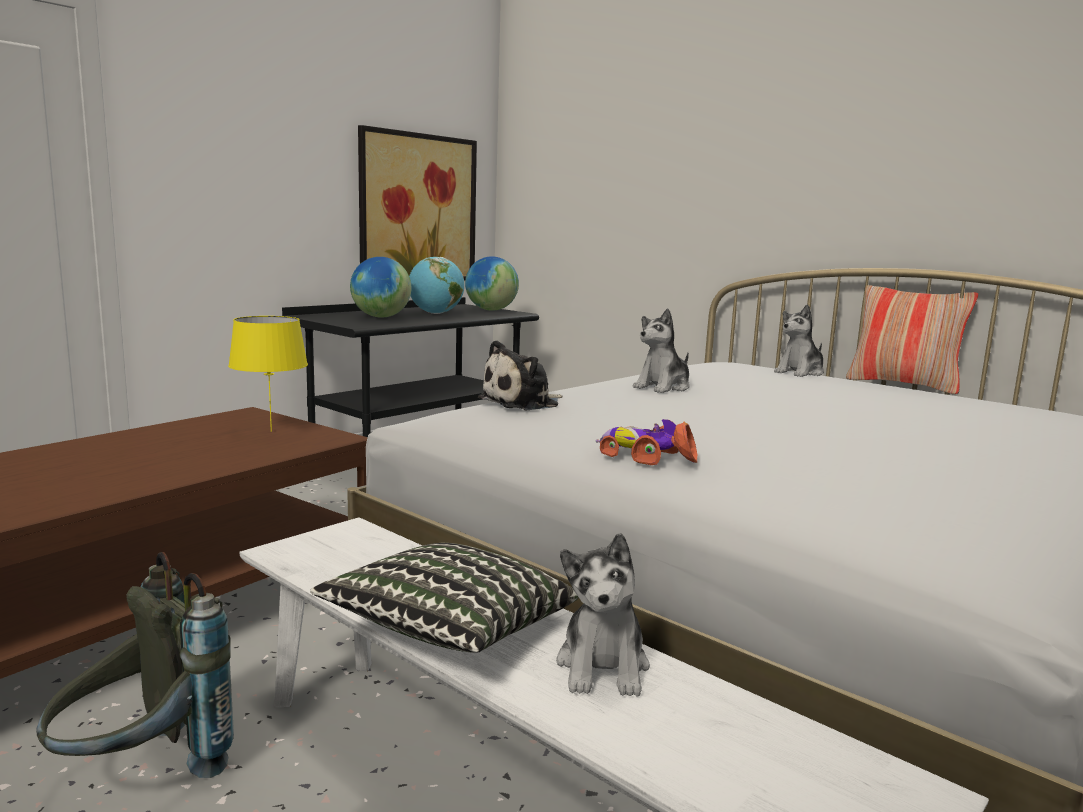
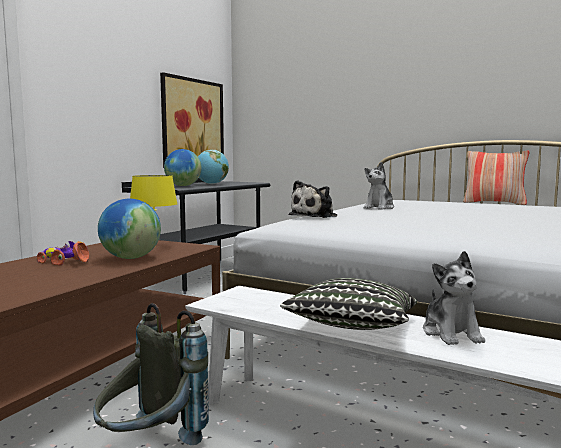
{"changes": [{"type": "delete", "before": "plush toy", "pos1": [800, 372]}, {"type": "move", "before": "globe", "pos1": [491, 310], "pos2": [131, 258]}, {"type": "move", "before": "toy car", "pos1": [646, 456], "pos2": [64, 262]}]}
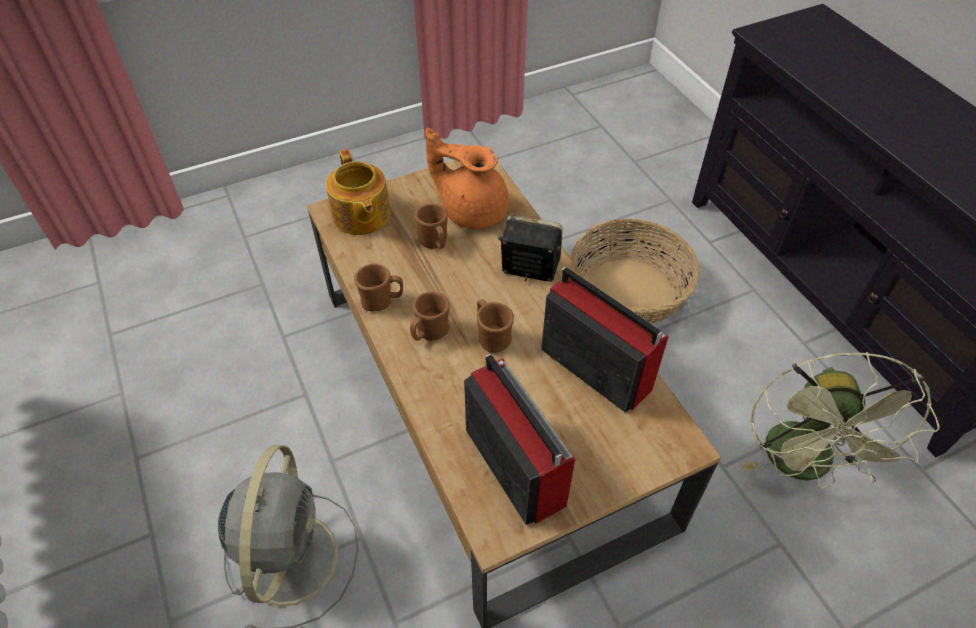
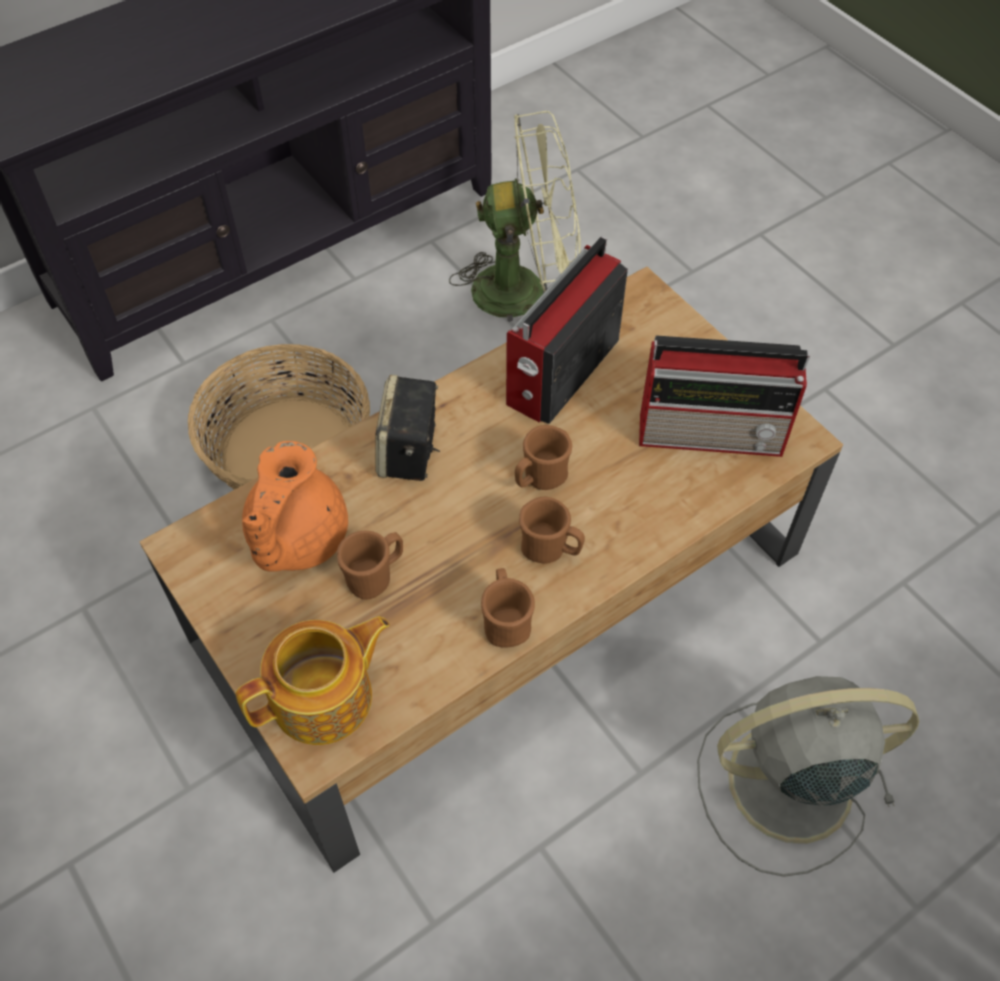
{"changes": [{"type": "rotate", "before": "radio", "pos1": [513, 463], "pos2": [714, 433], "turn": -135}]}
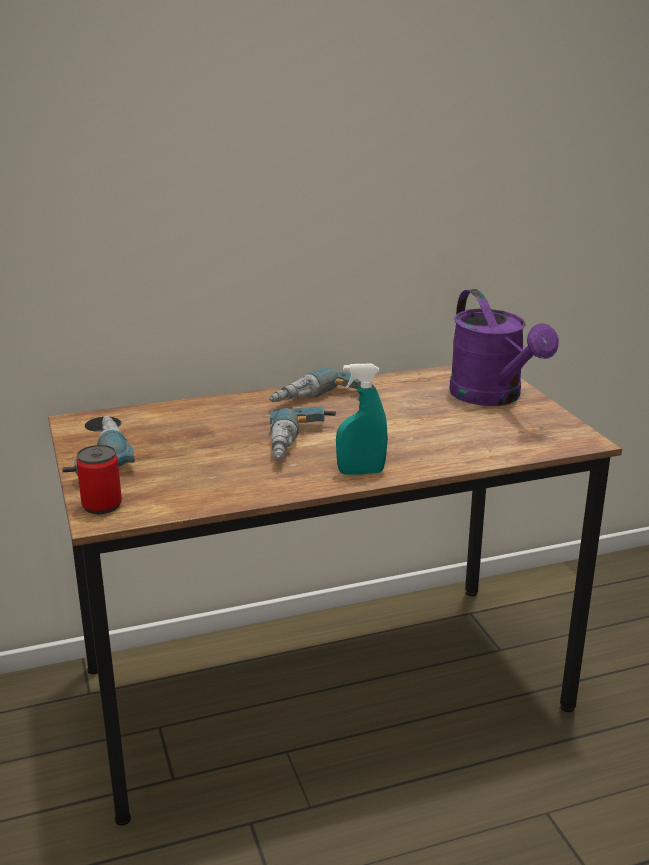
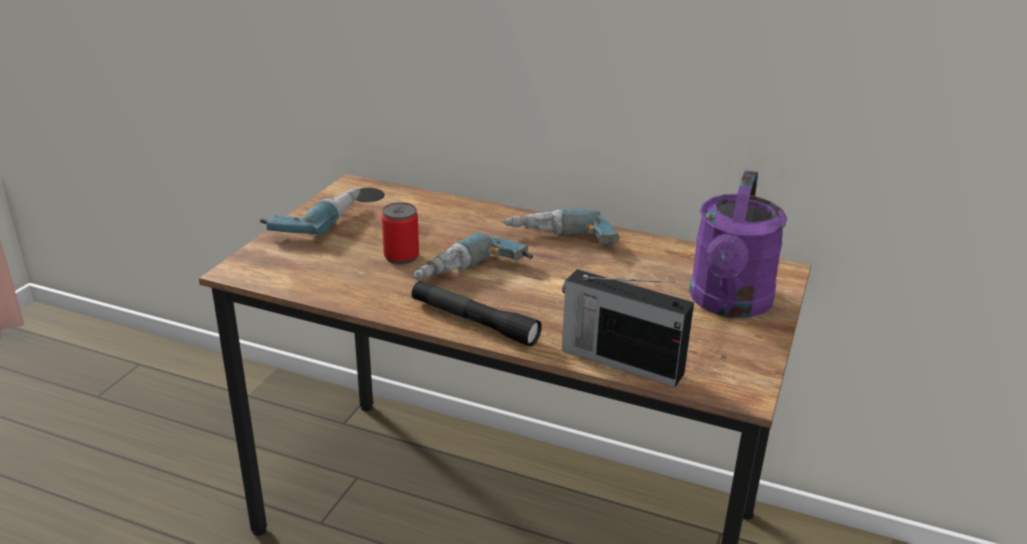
{"changes": [{"type": "insert", "after": "radio", "pos2": [619, 360]}, {"type": "move", "before": "can", "pos1": [102, 505], "pos2": [401, 256]}, {"type": "replace", "before": "turquoise spray bottle", "after": "black flashlight", "pos1": [361, 472], "pos2": [473, 322]}]}
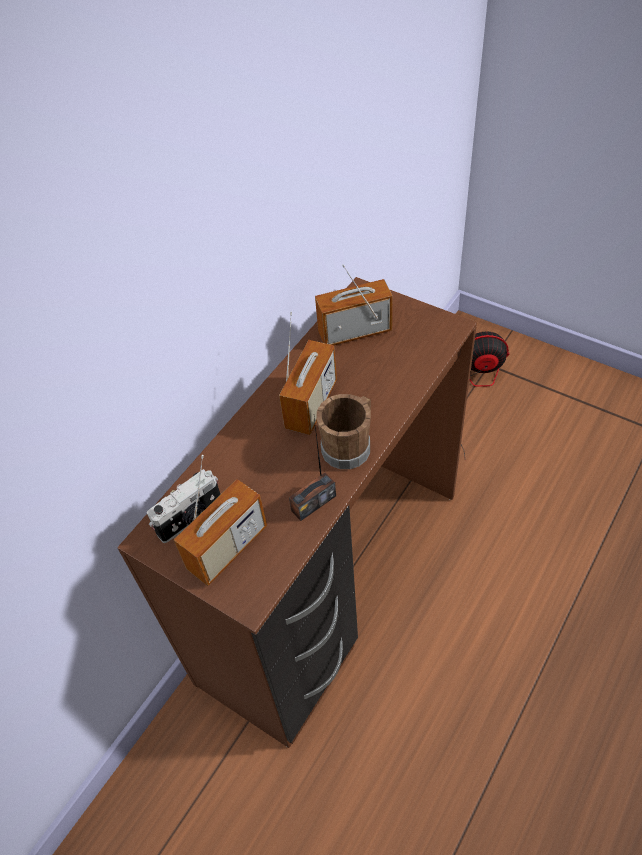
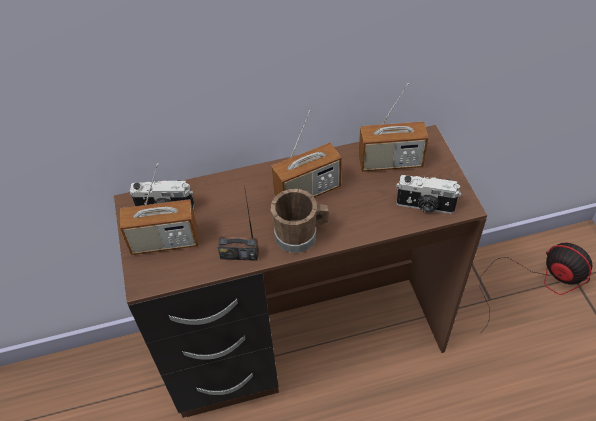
{"changes": [{"type": "insert", "after": "photo camera", "pos2": [425, 206]}, {"type": "rotate", "before": "radio", "pos1": [354, 332], "pos2": [390, 162], "turn": 150}]}
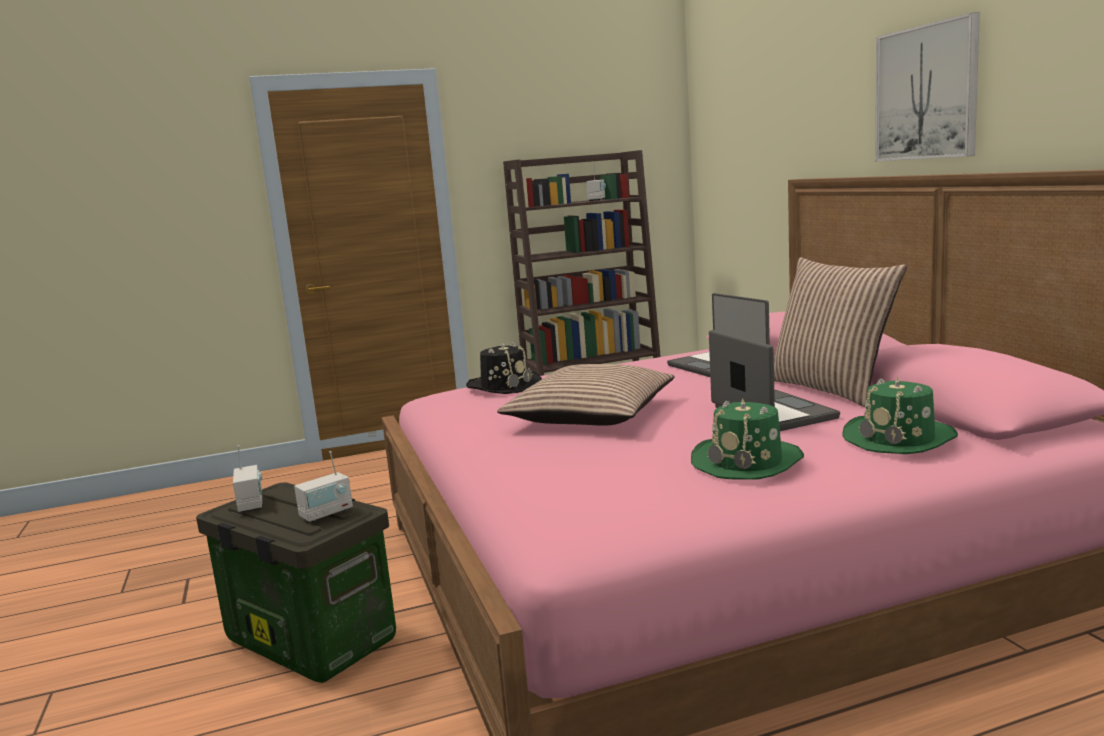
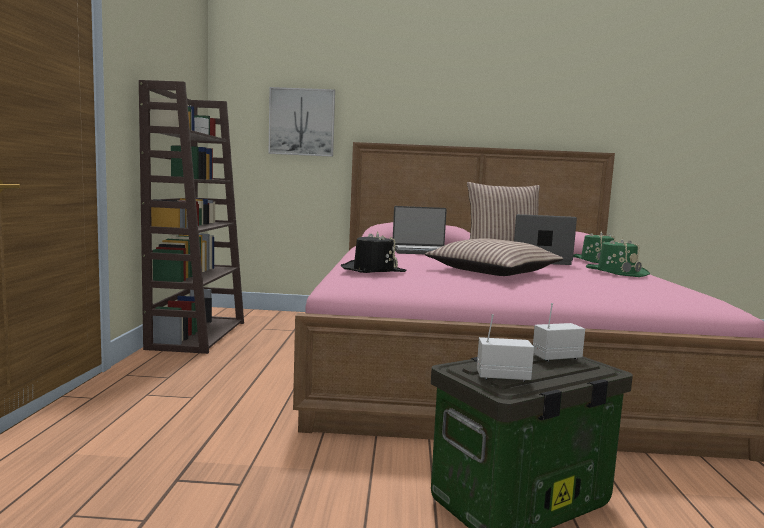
{"changes": [{"type": "move", "before": "picture", "pos1": [926, 93], "pos2": [302, 122]}, {"type": "rotate", "before": "radio", "pos1": [326, 513], "pos2": [556, 357], "turn": -90}]}
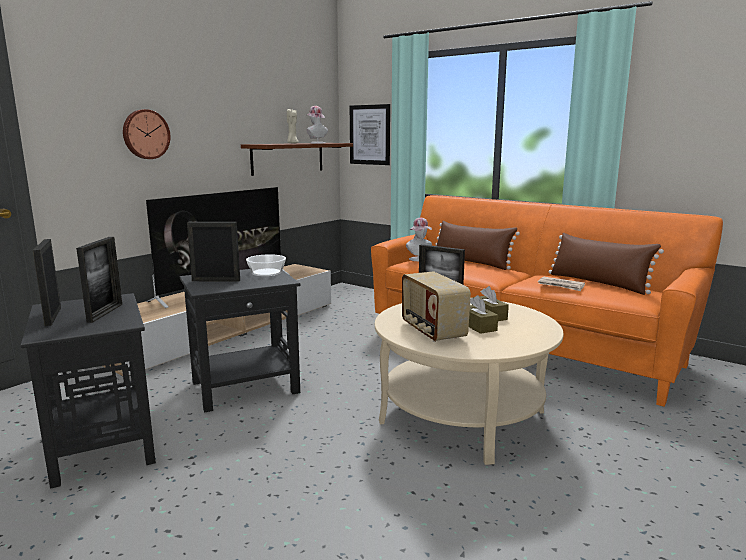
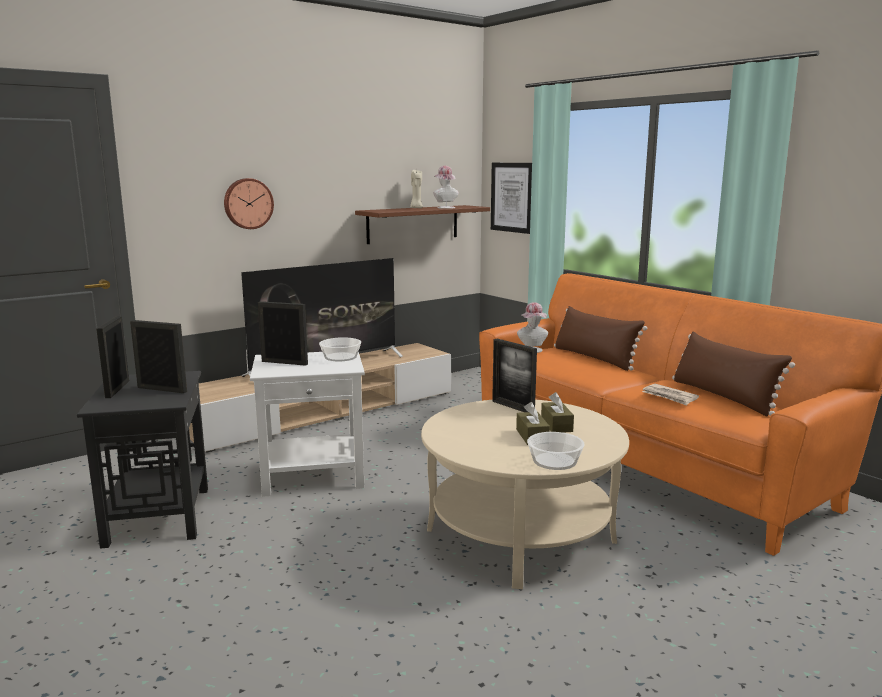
{"changes": [{"type": "delete", "before": "radio", "pos1": [432, 331]}, {"type": "insert", "after": "bowl", "pos2": [554, 461]}, {"type": "recolor", "before": "black side table", "after": "white side table", "pos1": [246, 387], "pos2": [314, 476]}, {"type": "rotate", "before": "picture frame", "pos1": [105, 313], "pos2": [162, 389], "turn": -90}]}
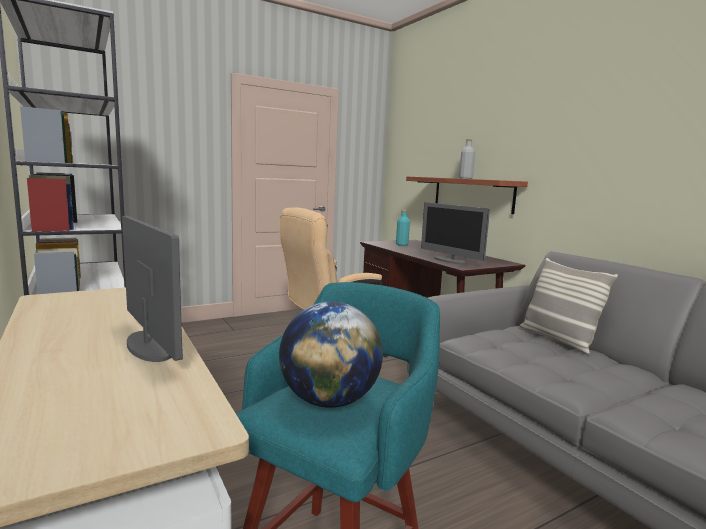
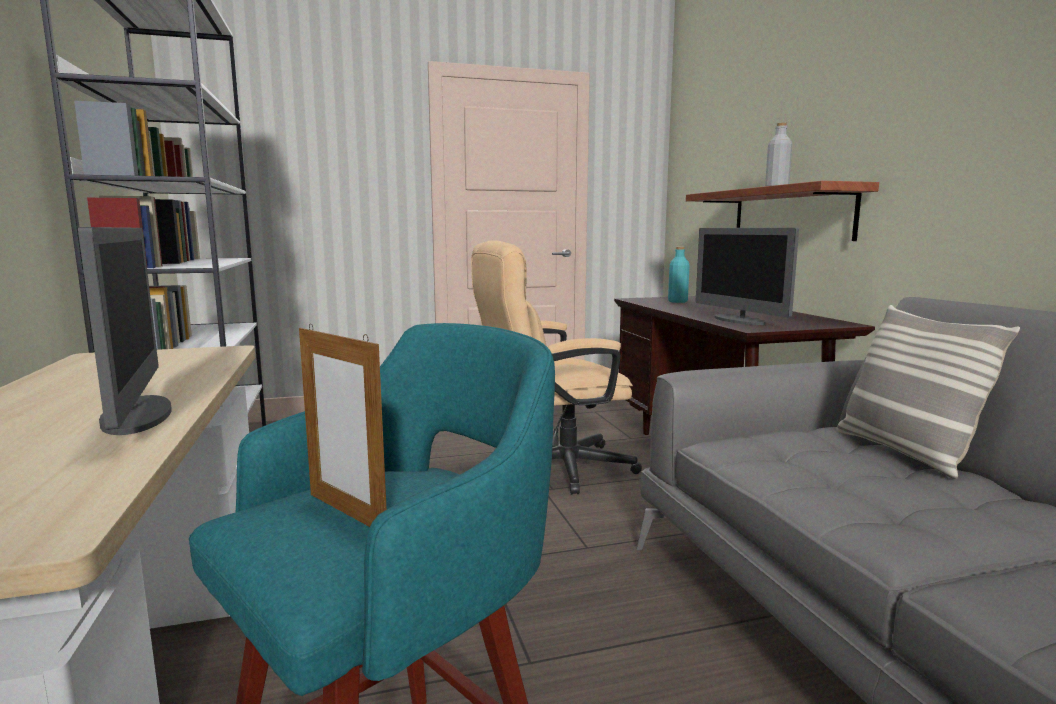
{"changes": [{"type": "replace", "before": "globe", "after": "picture frame", "pos1": [329, 401], "pos2": [346, 513]}]}
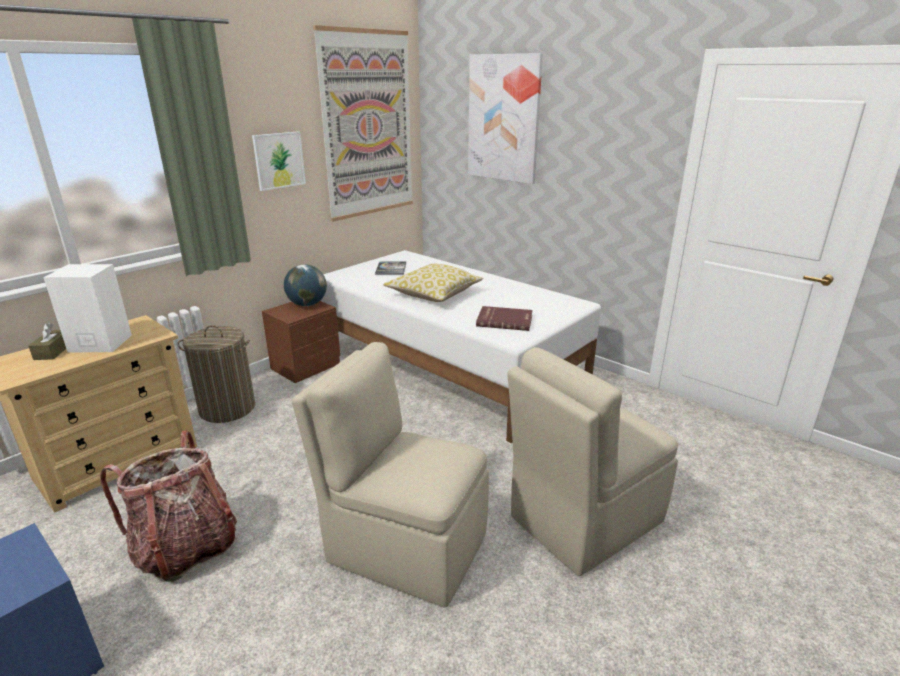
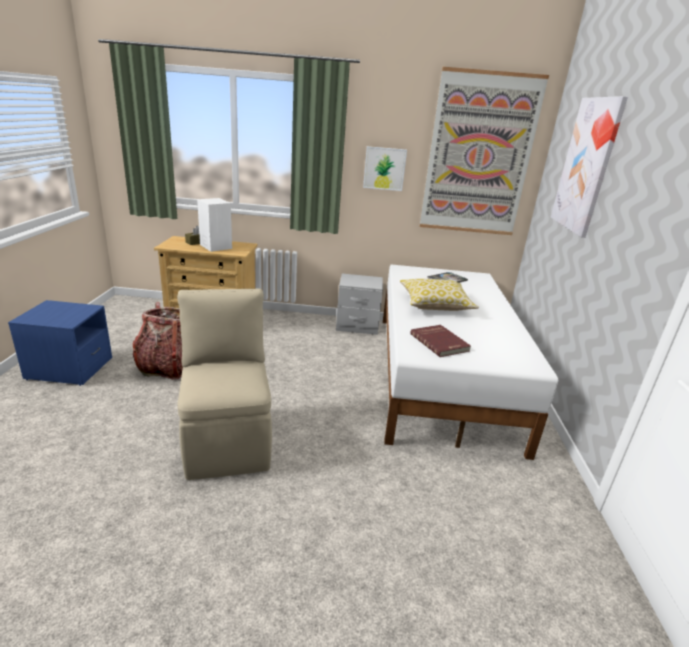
{"changes": [{"type": "delete", "before": "laundry basket", "pos1": [227, 408]}, {"type": "delete", "before": "globe", "pos1": [307, 304]}, {"type": "delete", "before": "beige chair", "pos1": [583, 520]}, {"type": "recolor", "before": "brown nightstand", "after": "grey nightstand", "pos1": [306, 366], "pos2": [357, 325]}]}
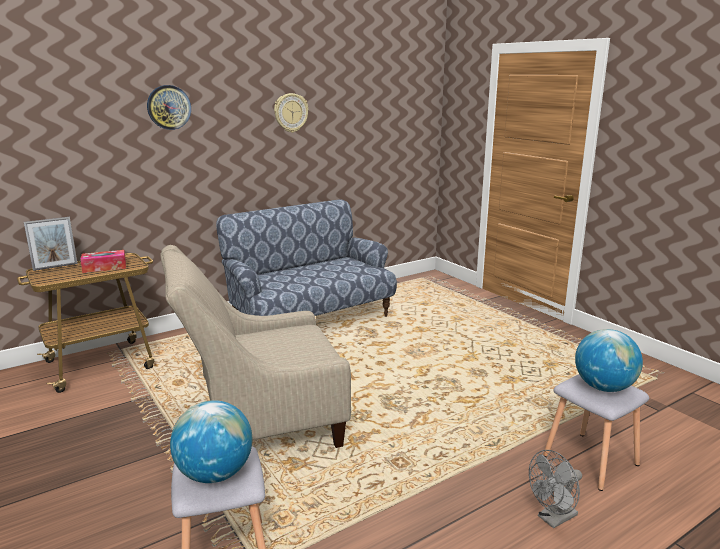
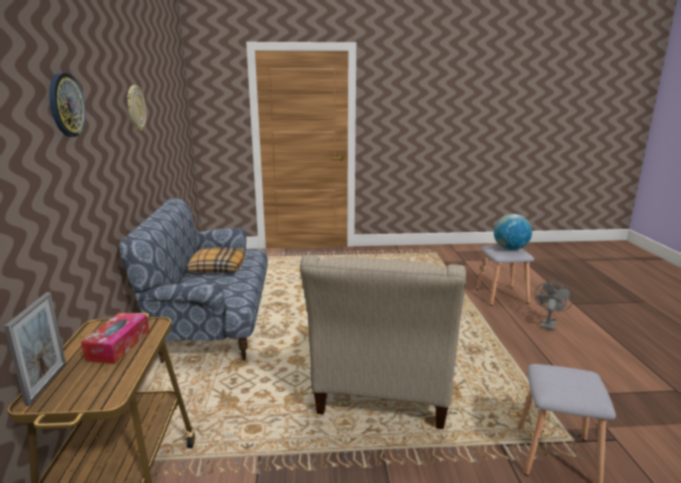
{"changes": [{"type": "delete", "before": "globe", "pos1": [215, 474]}, {"type": "insert", "after": "pillow", "pos2": [217, 267]}, {"type": "rotate", "before": "grey fan", "pos1": [553, 519], "pos2": [548, 323], "turn": -150}]}
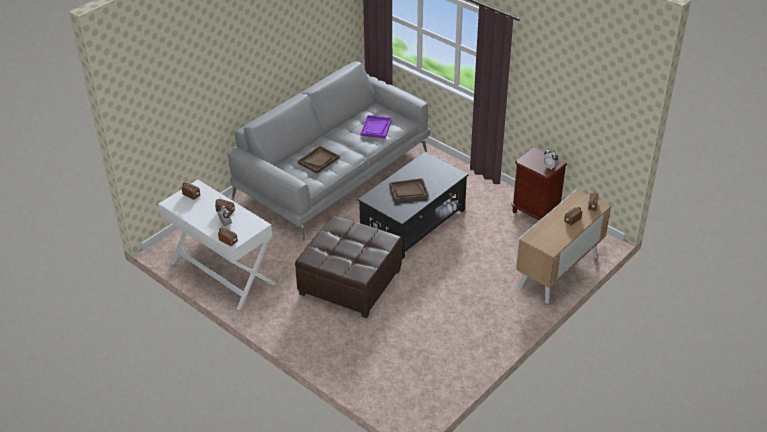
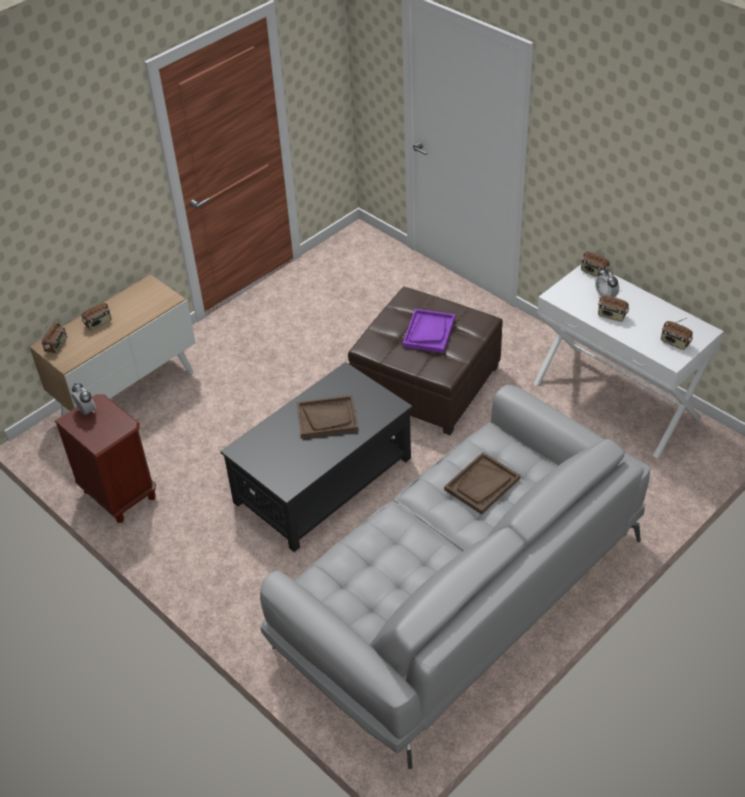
{"changes": [{"type": "move", "before": "purple tray", "pos1": [376, 128], "pos2": [429, 332]}]}
